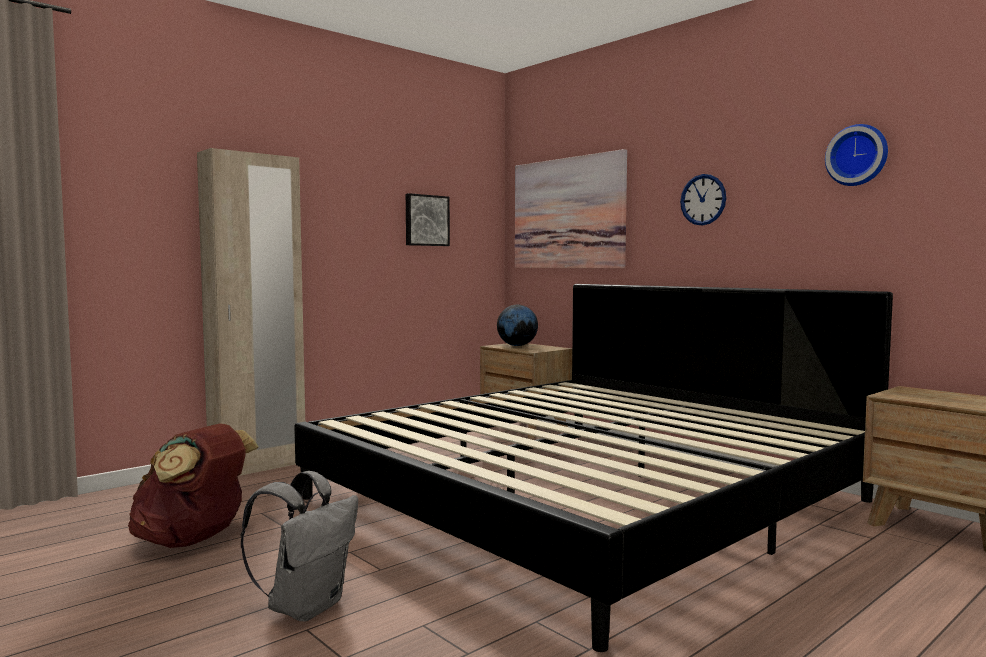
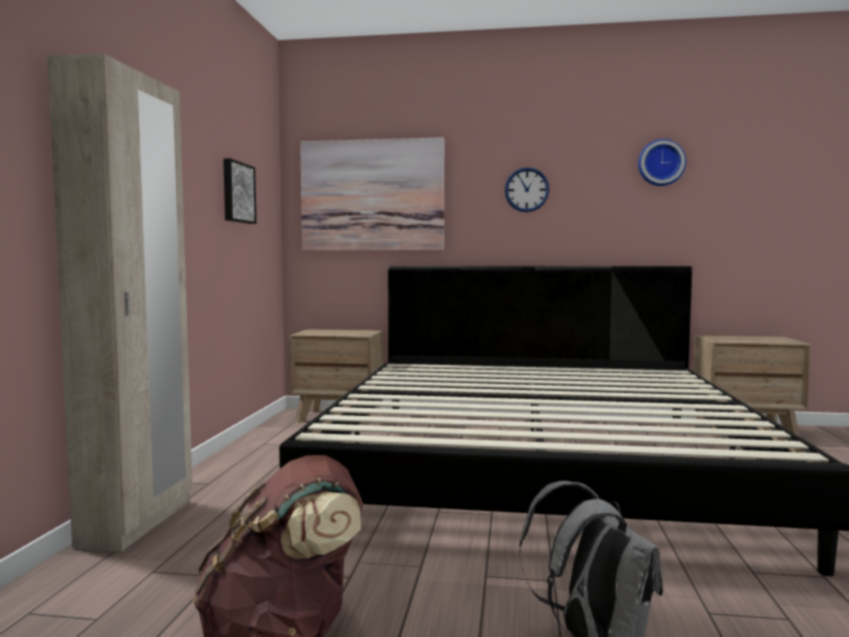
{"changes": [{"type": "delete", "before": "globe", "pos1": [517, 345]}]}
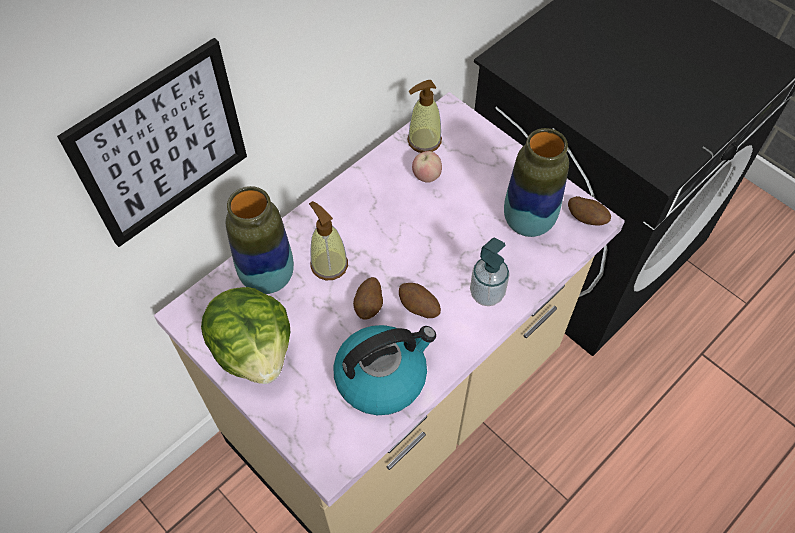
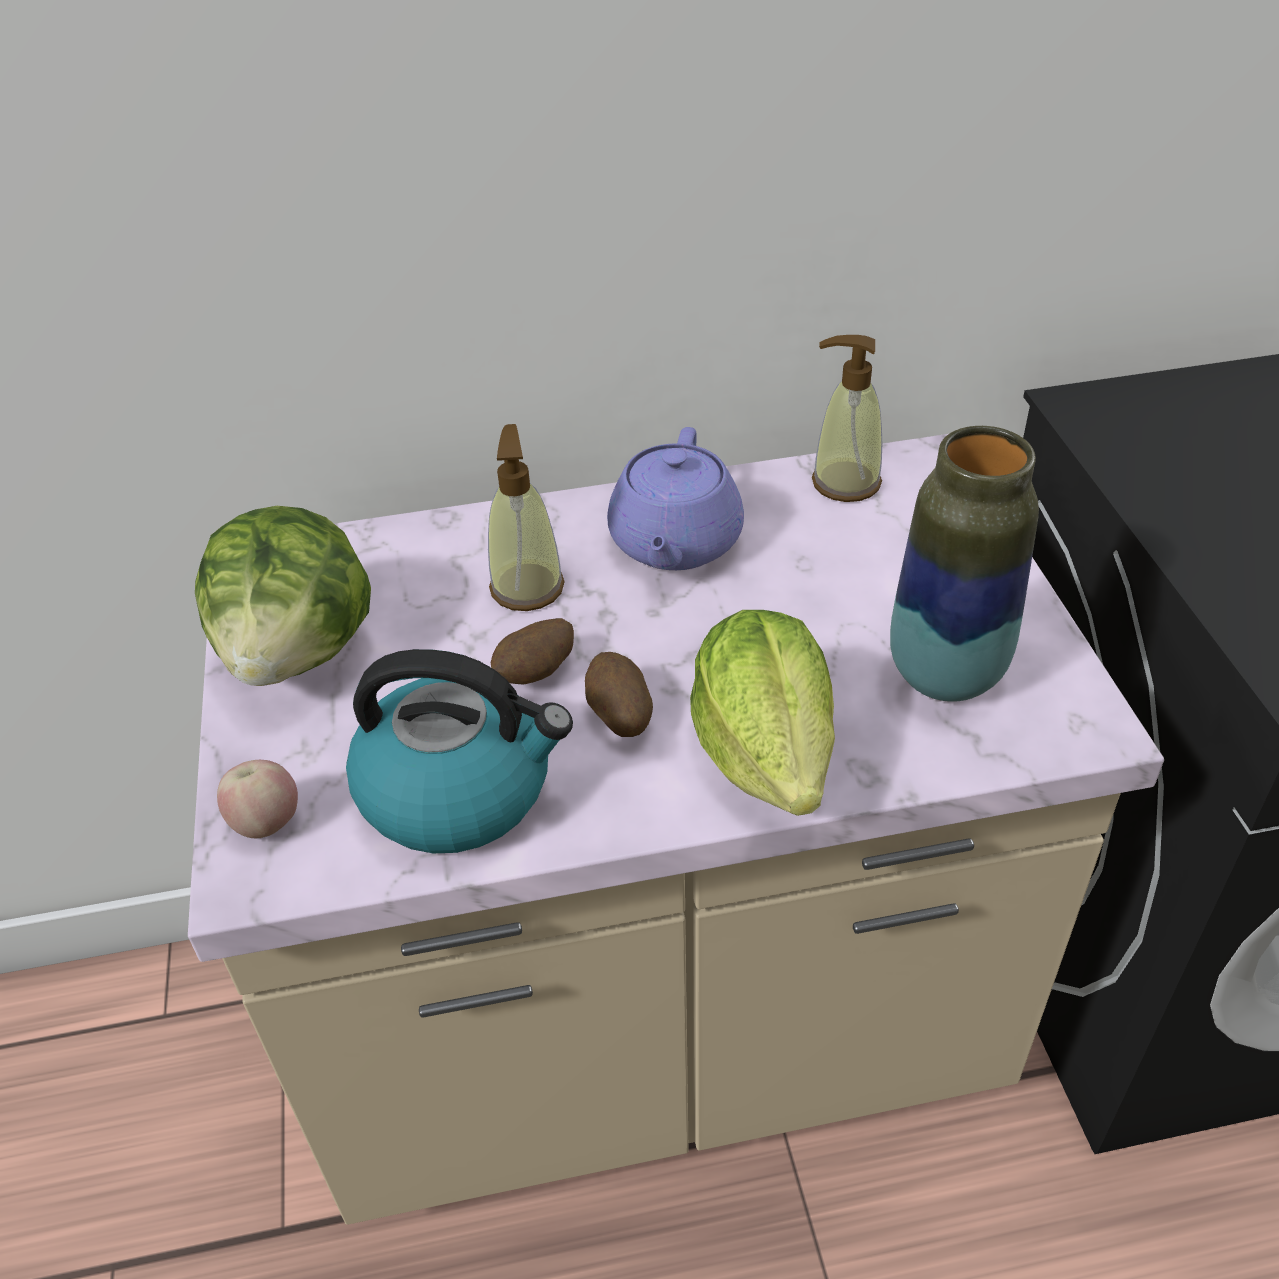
{"changes": [{"type": "delete", "before": "picture", "pos1": [162, 145]}, {"type": "delete", "before": "vase", "pos1": [268, 277]}, {"type": "delete", "before": "potato", "pos1": [586, 219]}, {"type": "insert", "after": "purple teapot", "pos2": [674, 543]}, {"type": "move", "before": "apple", "pos1": [426, 176], "pos2": [266, 823]}, {"type": "replace", "before": "soap dispenser", "after": "lettuce", "pos1": [487, 293], "pos2": [765, 752]}]}
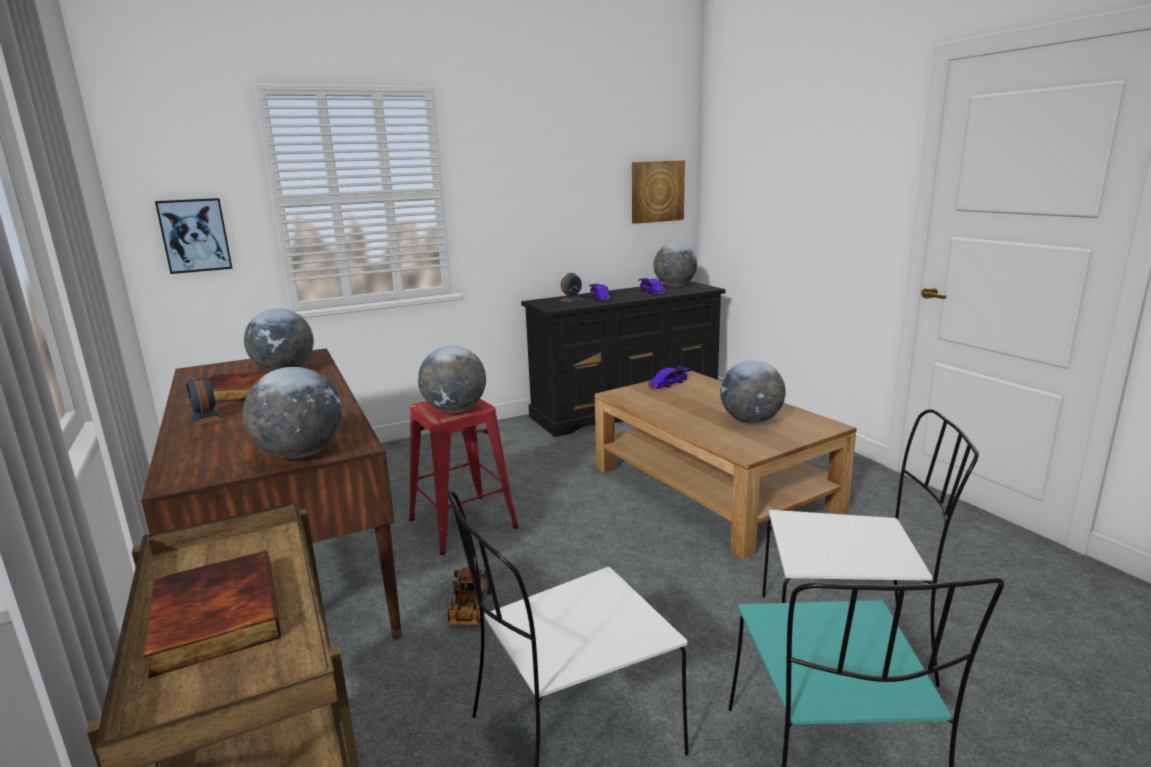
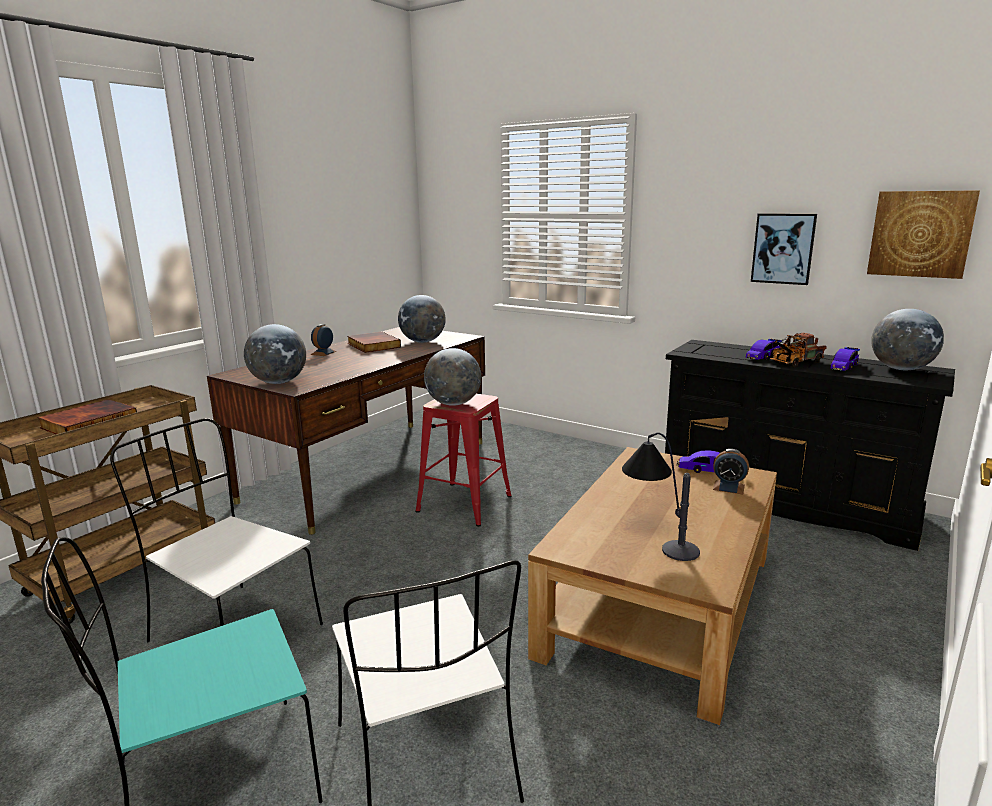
{"changes": [{"type": "move", "before": "picture", "pos1": [195, 235], "pos2": [783, 248]}, {"type": "move", "before": "toy truck", "pos1": [469, 611], "pos2": [793, 363]}, {"type": "move", "before": "alarm clock", "pos1": [571, 300], "pos2": [728, 487]}, {"type": "replace", "before": "globe", "after": "table lamp", "pos1": [751, 421], "pos2": [656, 534]}]}
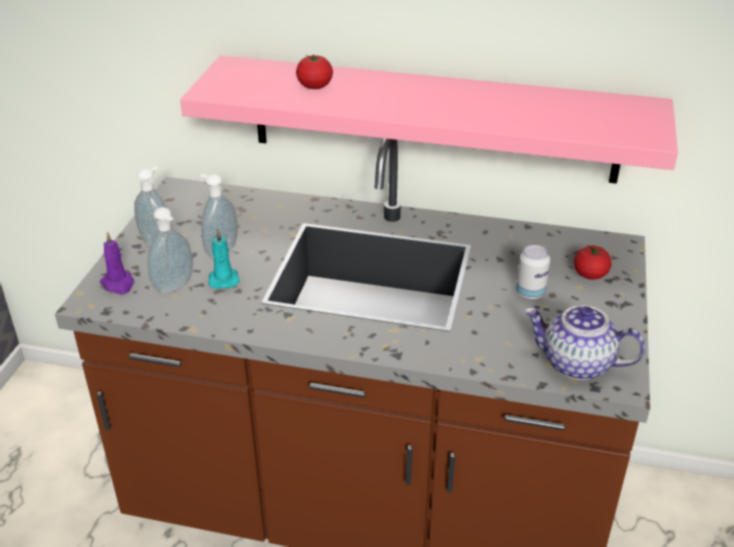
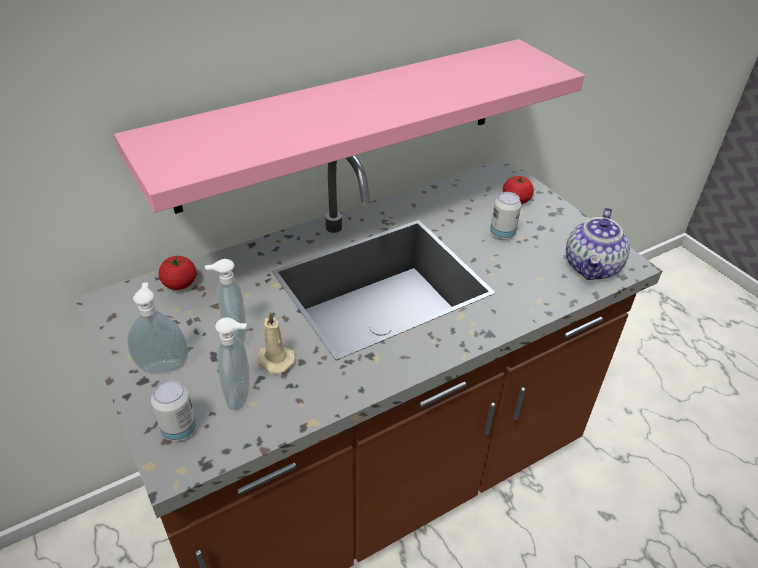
{"changes": [{"type": "move", "before": "tomato", "pos1": [315, 86], "pos2": [180, 284]}, {"type": "replace", "before": "purple candle", "after": "can", "pos1": [118, 284], "pos2": [179, 429]}, {"type": "recolor", "before": "turquoise candle", "after": "beige candle", "pos1": [223, 279], "pos2": [274, 360]}, {"type": "rotate", "before": "teapot", "pos1": [576, 364], "pos2": [592, 267], "turn": -45}]}
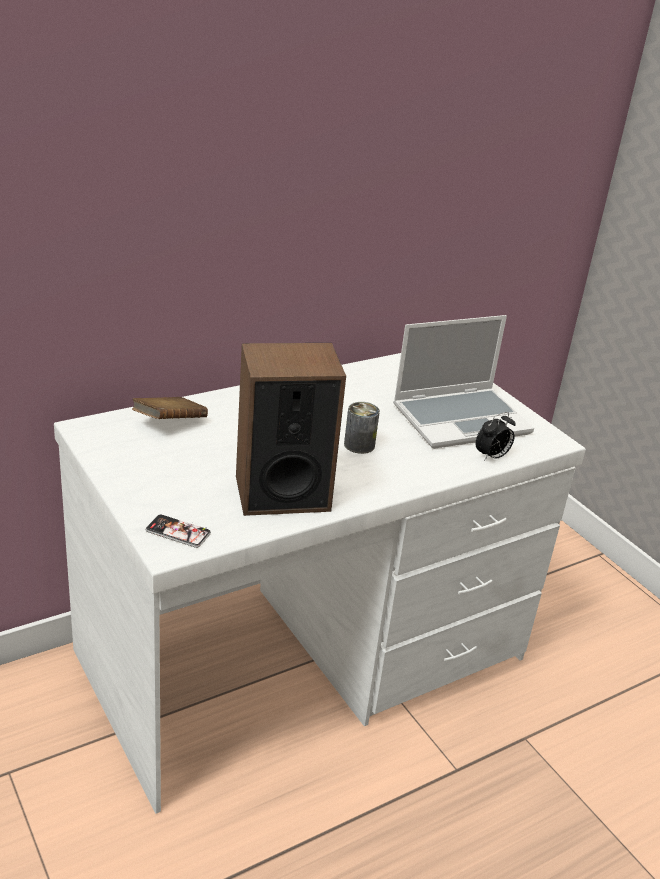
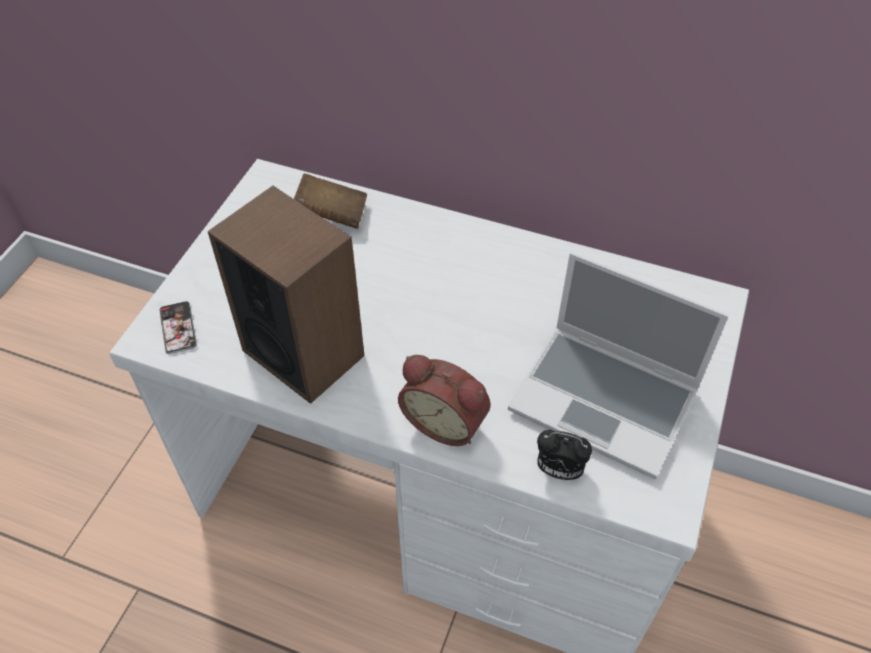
{"changes": [{"type": "delete", "before": "can", "pos1": [359, 445]}, {"type": "insert", "after": "alarm clock", "pos2": [446, 421]}]}
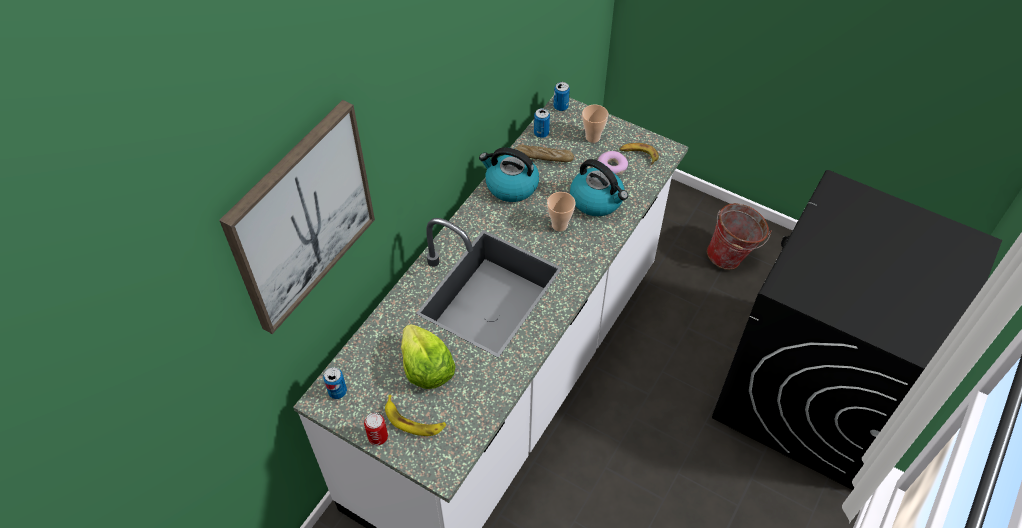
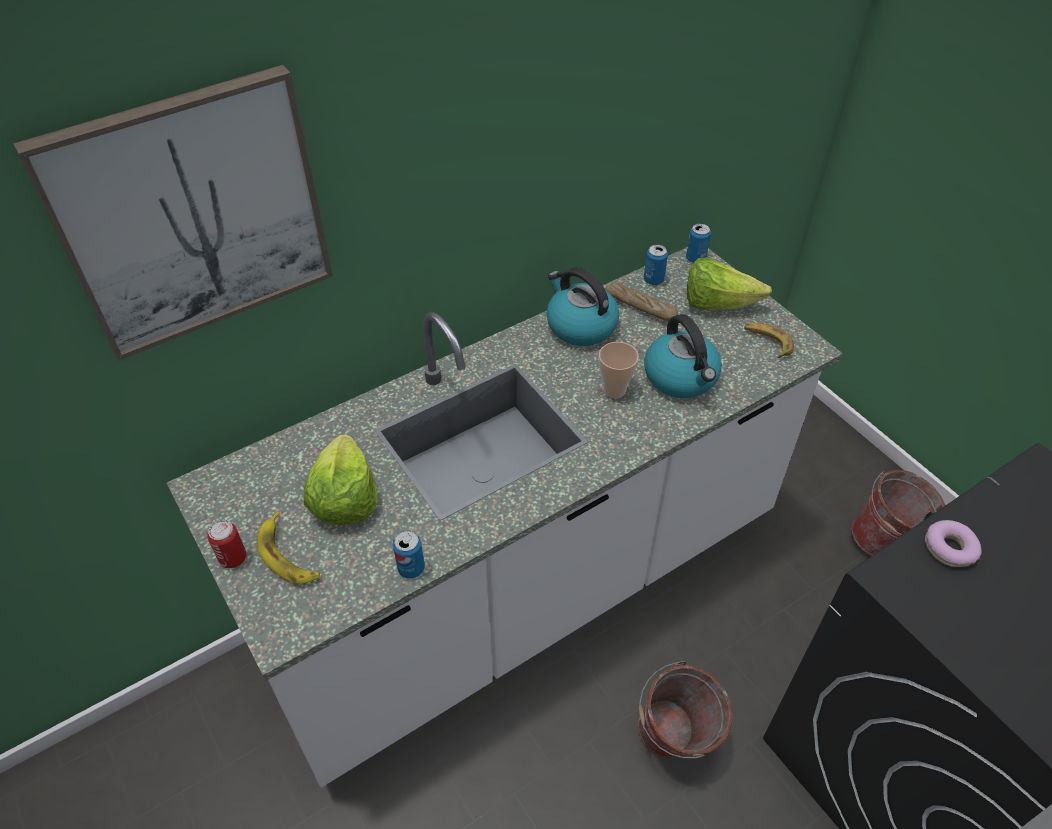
{"changes": [{"type": "insert", "after": "bucket", "pos2": [674, 743]}, {"type": "move", "before": "can", "pos1": [337, 391], "pos2": [411, 568]}, {"type": "move", "before": "donut", "pos1": [612, 167], "pos2": [949, 549]}, {"type": "replace", "before": "cup", "after": "lettuce", "pos1": [592, 137], "pos2": [717, 304]}]}
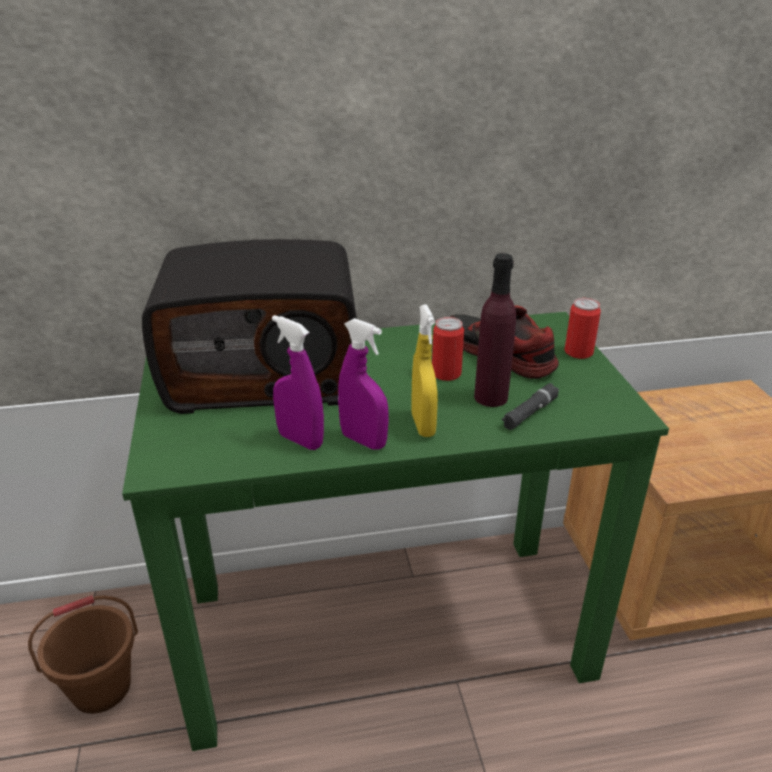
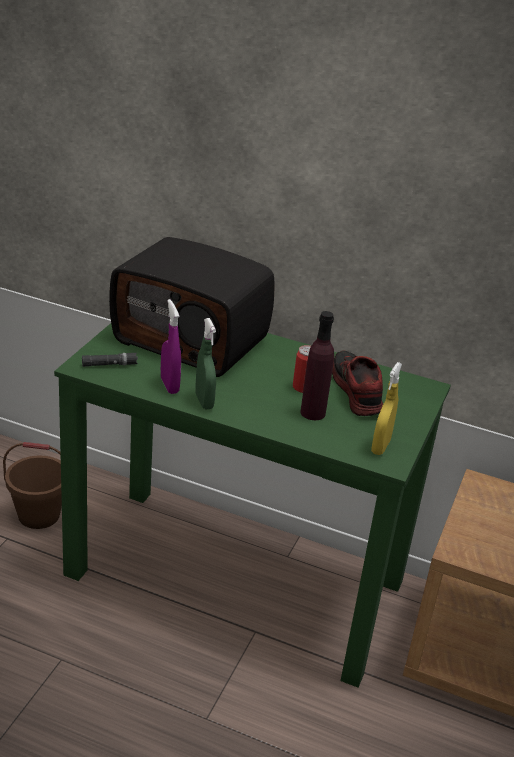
{"changes": [{"type": "delete", "before": "can", "pos1": [578, 352]}, {"type": "move", "before": "yellow spray bottle", "pos1": [423, 425], "pos2": [380, 447]}, {"type": "move", "before": "black flashlight", "pos1": [530, 413], "pos2": [109, 364]}, {"type": "recolor", "before": "purple spray bottle", "after": "green spray bottle", "pos1": [363, 440], "pos2": [204, 401]}]}
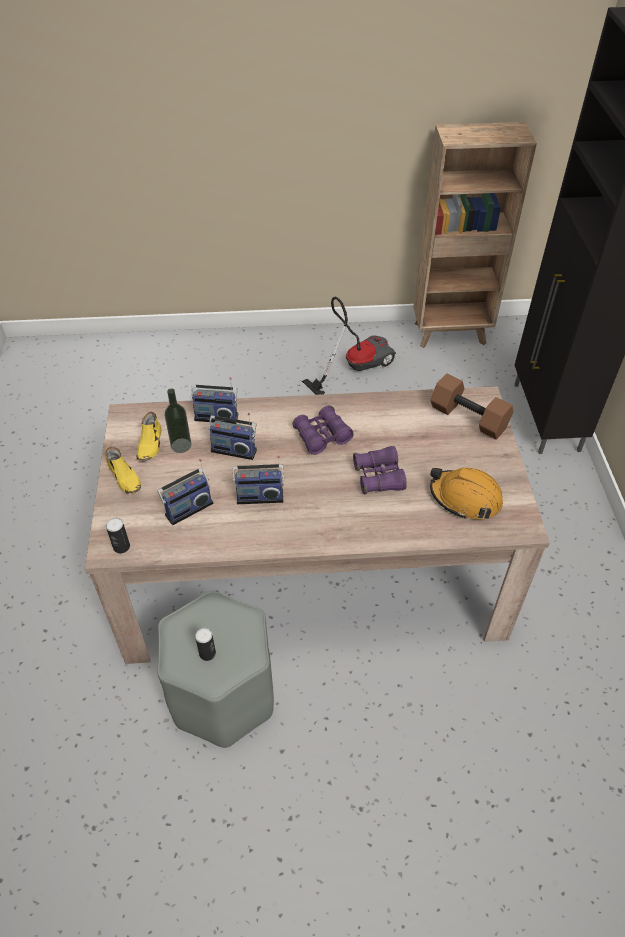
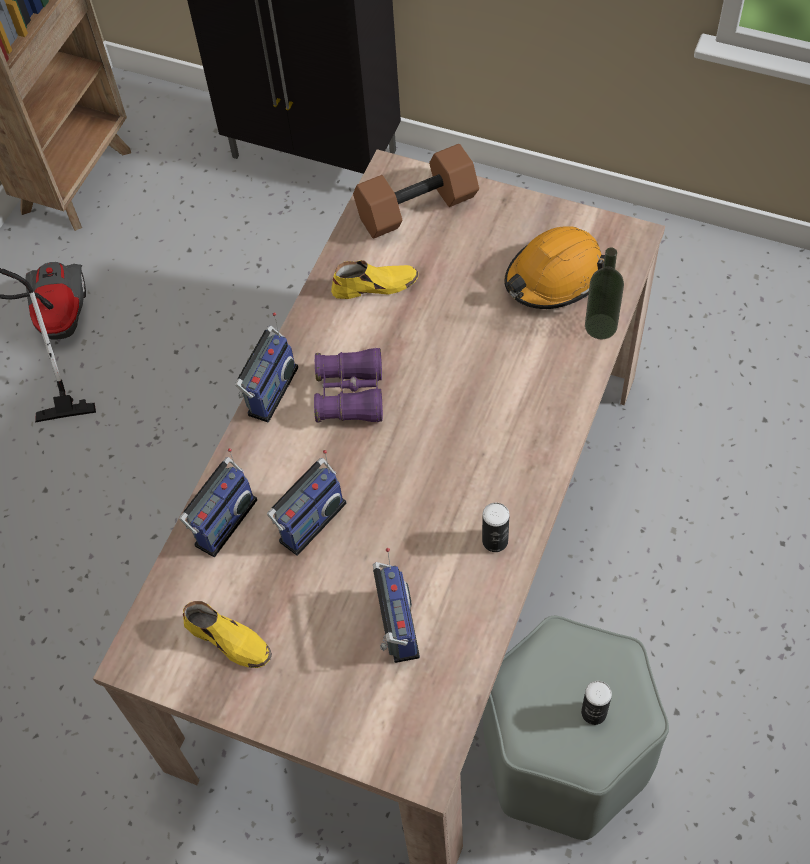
{"changes": [{"type": "delete", "before": "purple binoculars", "pos1": [379, 477]}, {"type": "move", "before": "yellow shoe", "pos1": [125, 477], "pos2": [375, 285]}, {"type": "move", "before": "can", "pos1": [121, 547], "pos2": [495, 541]}, {"type": "move", "before": "bottle", "pos1": [181, 445], "pos2": [600, 326]}, {"type": "move", "before": "radio", "pos1": [260, 495], "pos2": [269, 390]}]}
